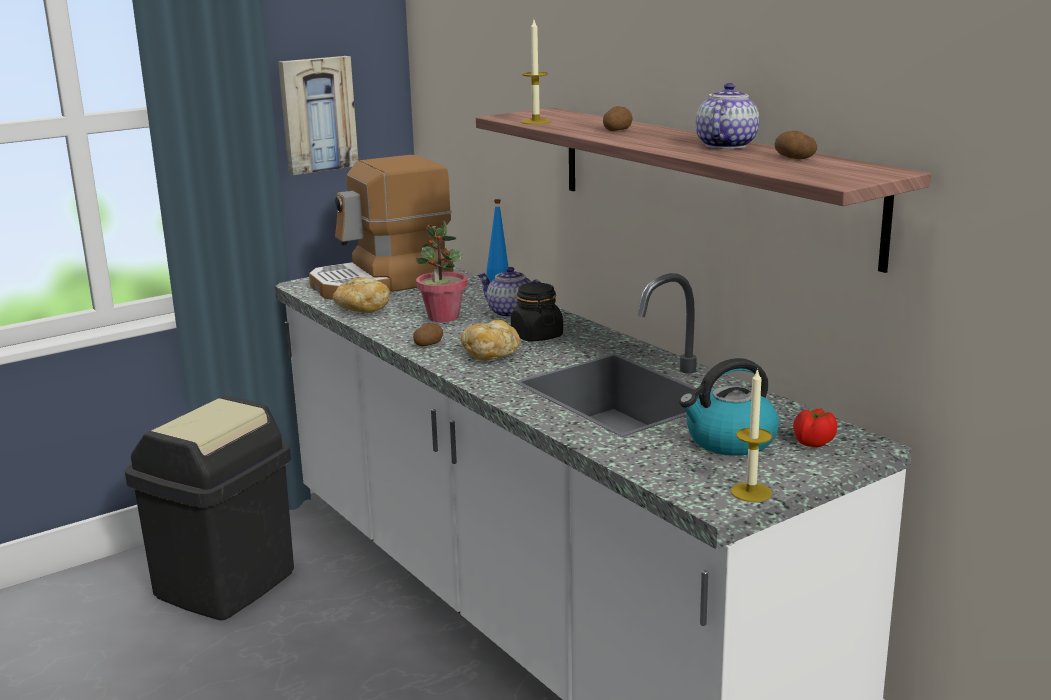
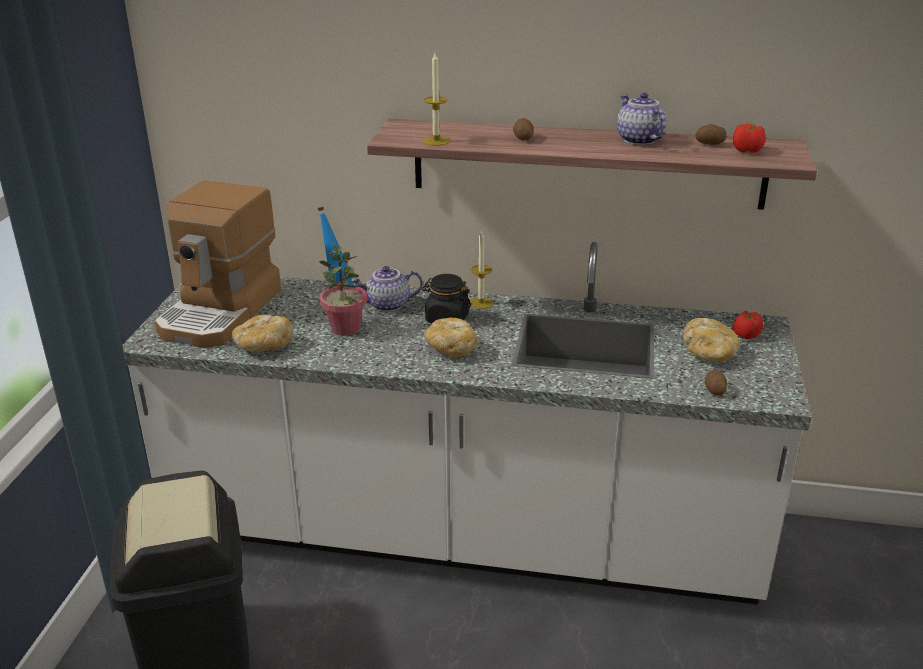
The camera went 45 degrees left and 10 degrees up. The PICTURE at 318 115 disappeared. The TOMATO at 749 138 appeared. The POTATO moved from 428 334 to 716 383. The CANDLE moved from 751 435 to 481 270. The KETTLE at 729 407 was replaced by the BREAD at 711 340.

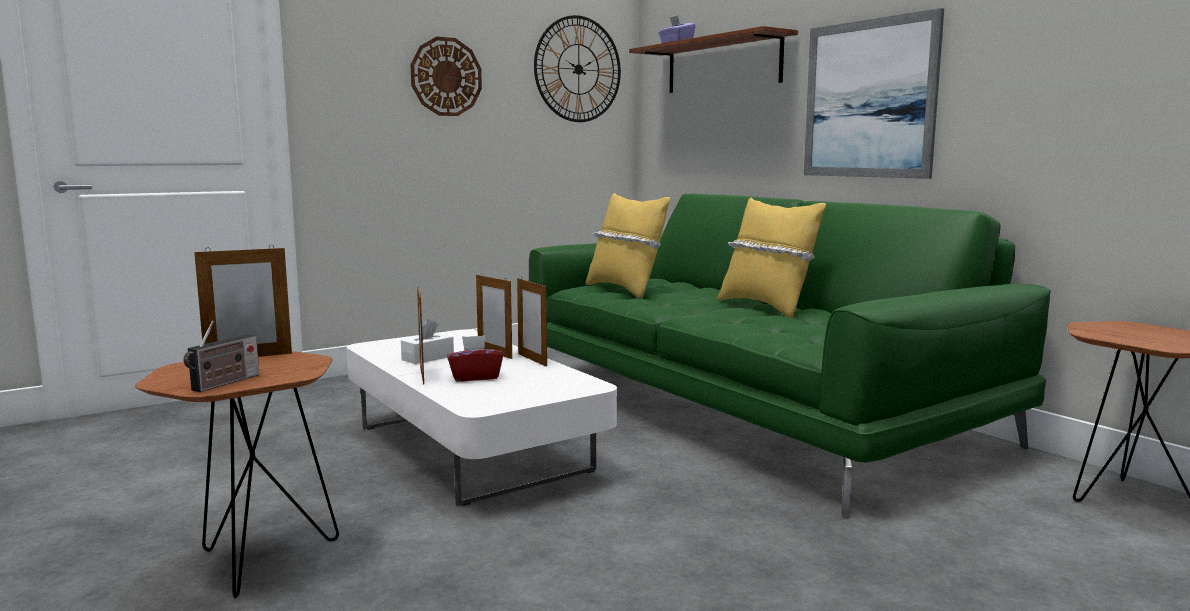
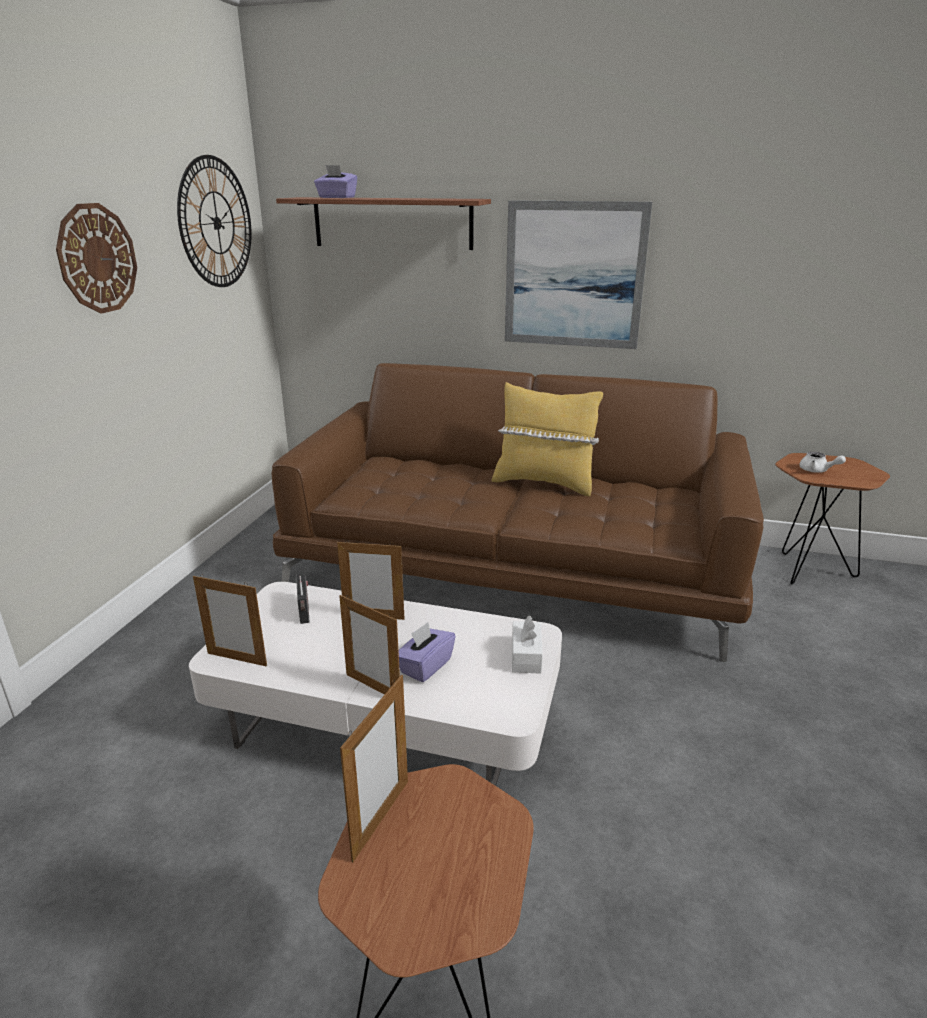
The camera went 40 degrees left and 15 degrees up. The YELLOW PILLOW at 628 246 disappeared. The WHITE TEAPOT at 822 462 appeared. The RADIO moved from 221 356 to 303 598. The WHITE TISSUE BOX moved from 427 341 to 527 644. The PICTURE FRAME moved from 532 322 to 230 620. The RED TISSUE BOX at 475 358 became the PURPLE TISSUE BOX at 426 652. The GREEN SOFA at 790 355 became the BROWN SOFA at 518 512.

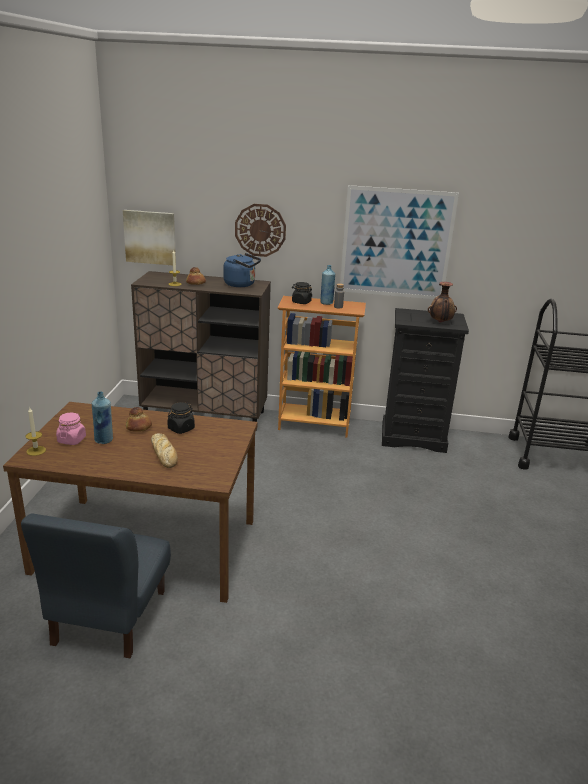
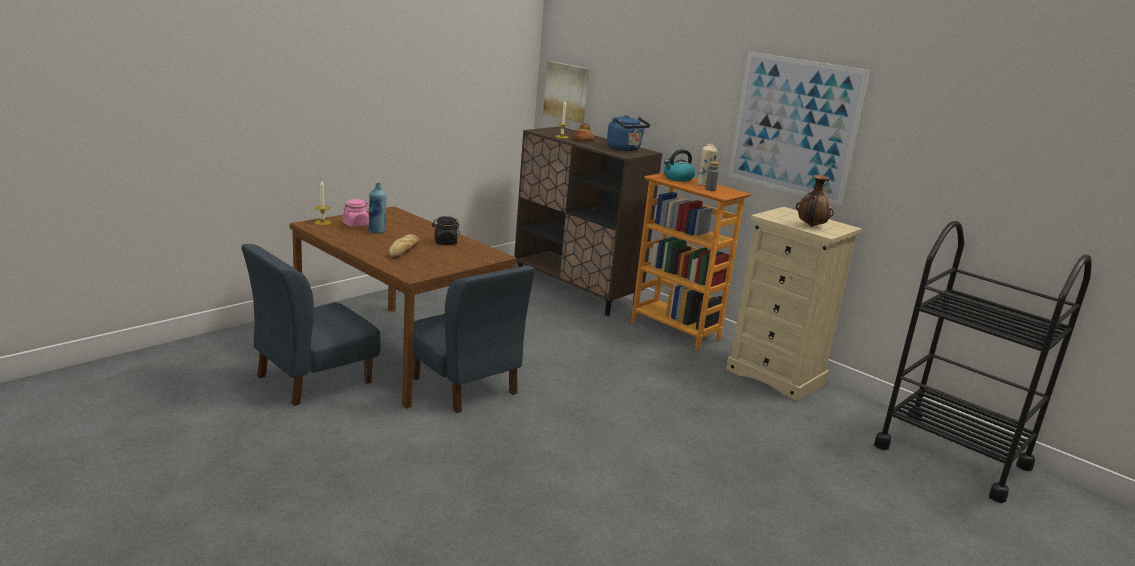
The camera went 35 degrees right and 5 degrees down. The BREAD at 139 419 disappeared. The WALL CLOCK at 260 230 disappeared. The BLUE CHAIR at 473 339 appeared. The BLACK JAR at 302 293 was replaced by the KETTLE at 679 165. The BLUE BOTTLE at 327 285 became the BEIGE BOTTLE at 707 163. The BLACK DRESSER at 425 380 became the BEIGE DRESSER at 794 304.

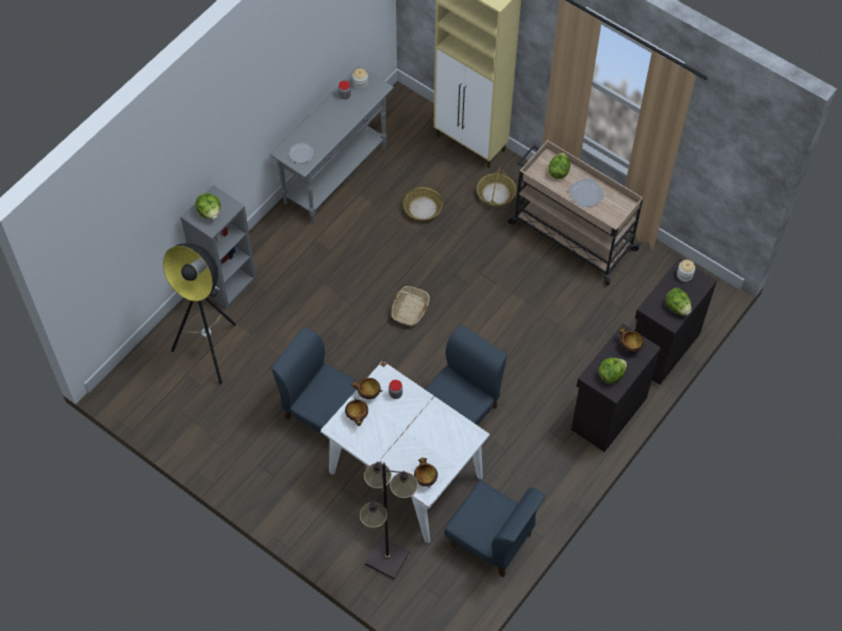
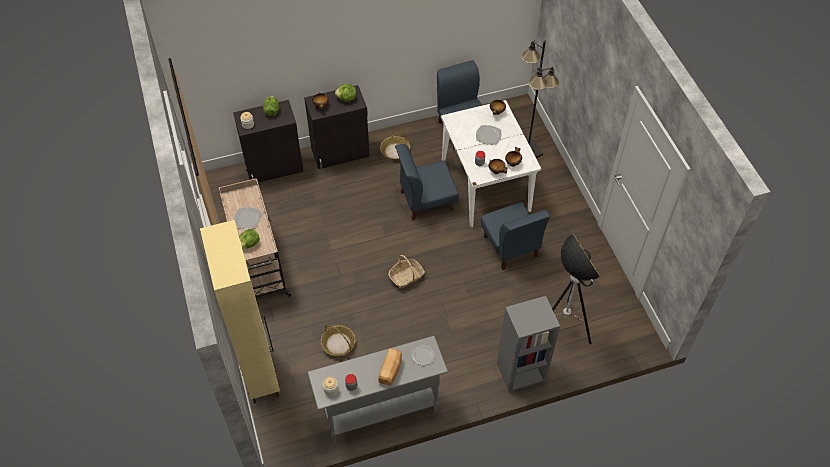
The camera went 145 degrees left and 5 degrees down. The LETTUCE at 208 206 disappeared. The BREAD at 390 367 appeared. The PLATE at 488 135 appeared. The BASKET moved from 496 186 to 395 146.

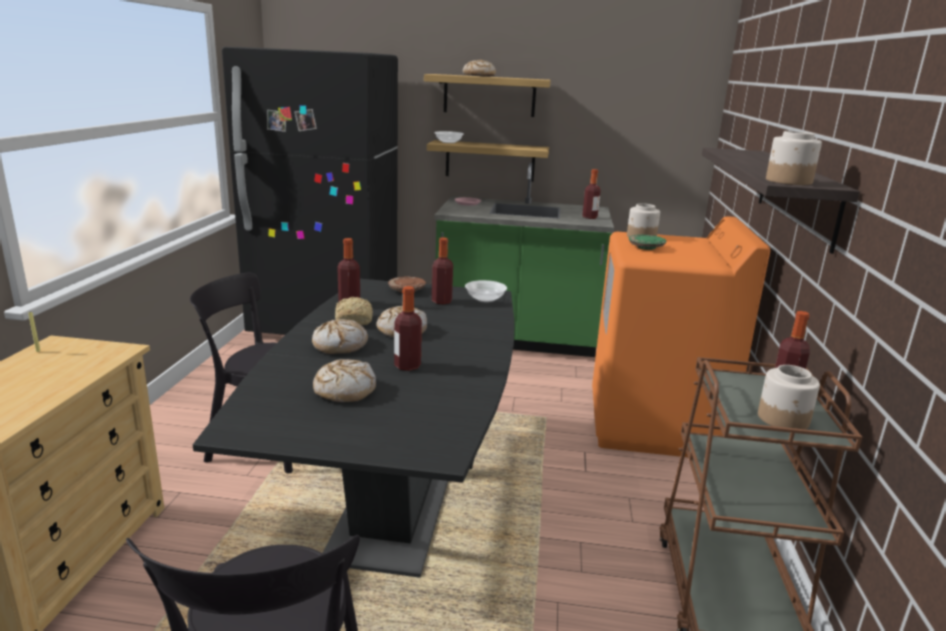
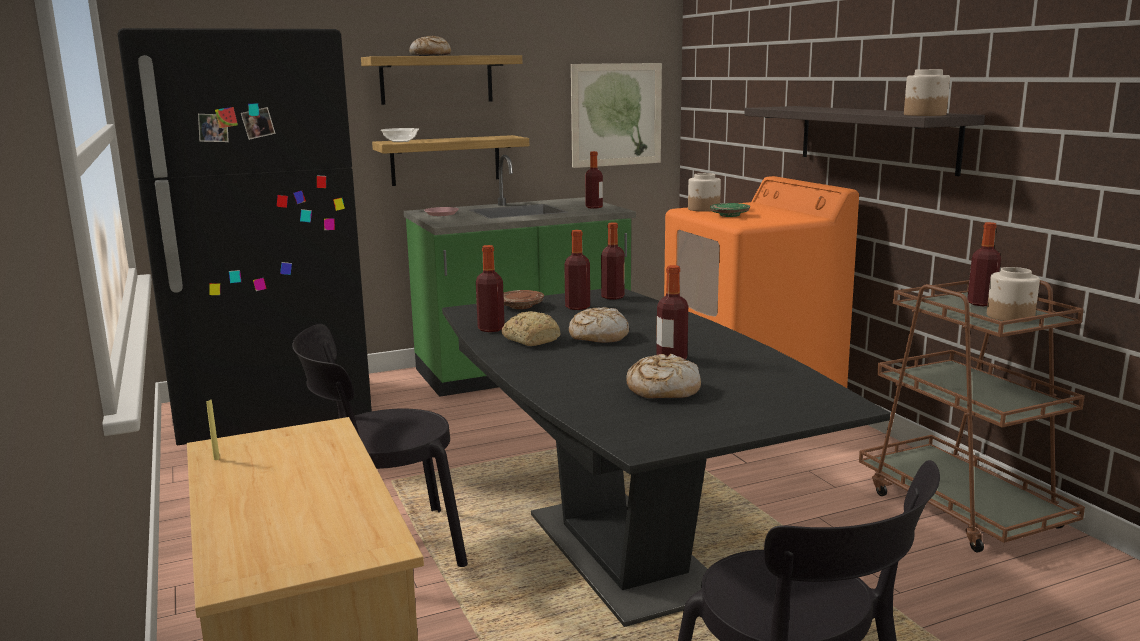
The camera went 30 degrees left and 5 degrees down. The BREAD at 340 336 disappeared. The PICTURE at 616 115 appeared. The BOWL at 486 291 was replaced by the BOTTLE at 613 261.

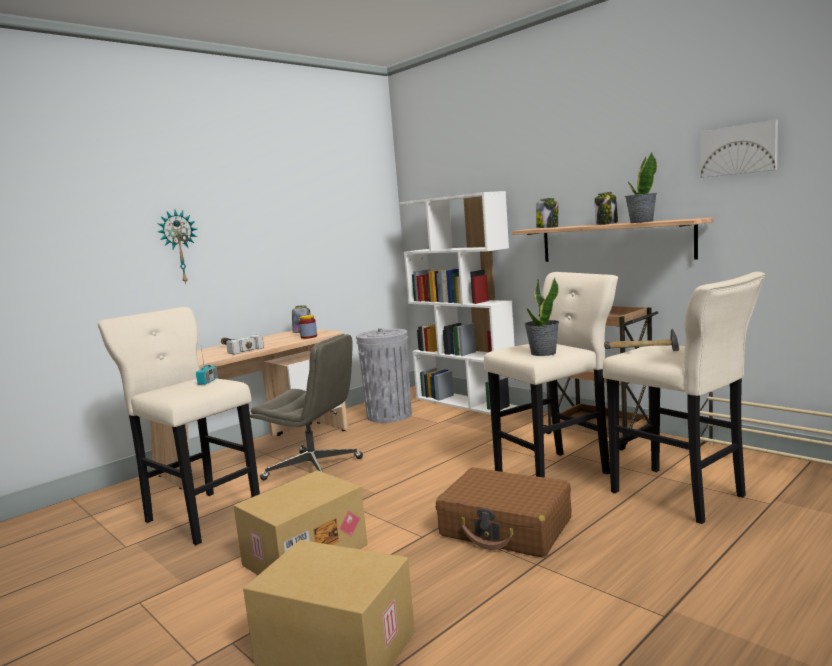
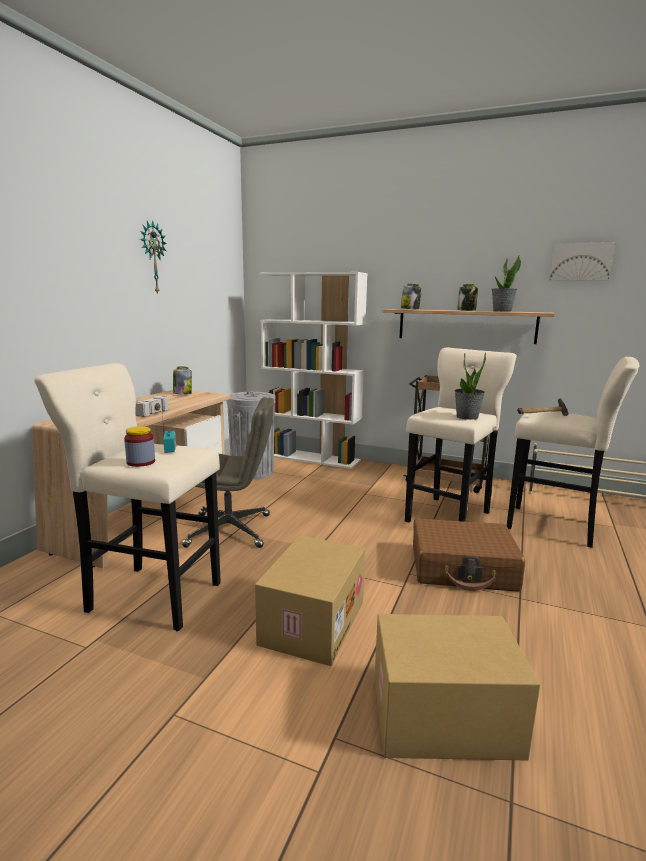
The camera went 25 degrees left and 5 degrees up. The WALL CLOCK moved from 177 247 to 153 257. The JAR moved from 308 327 to 139 446.

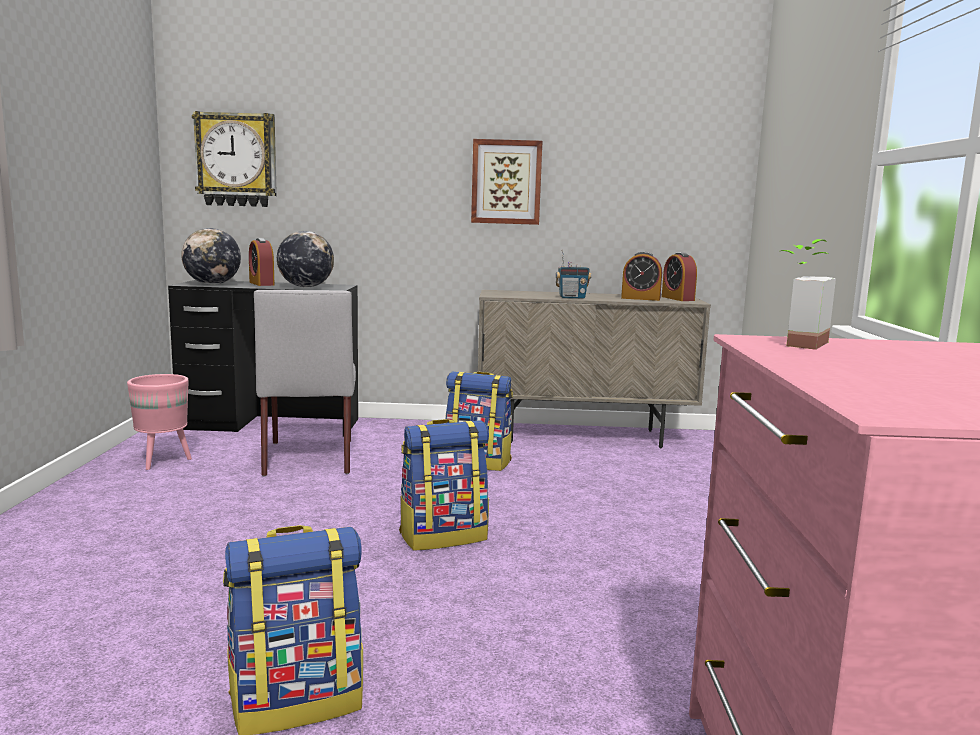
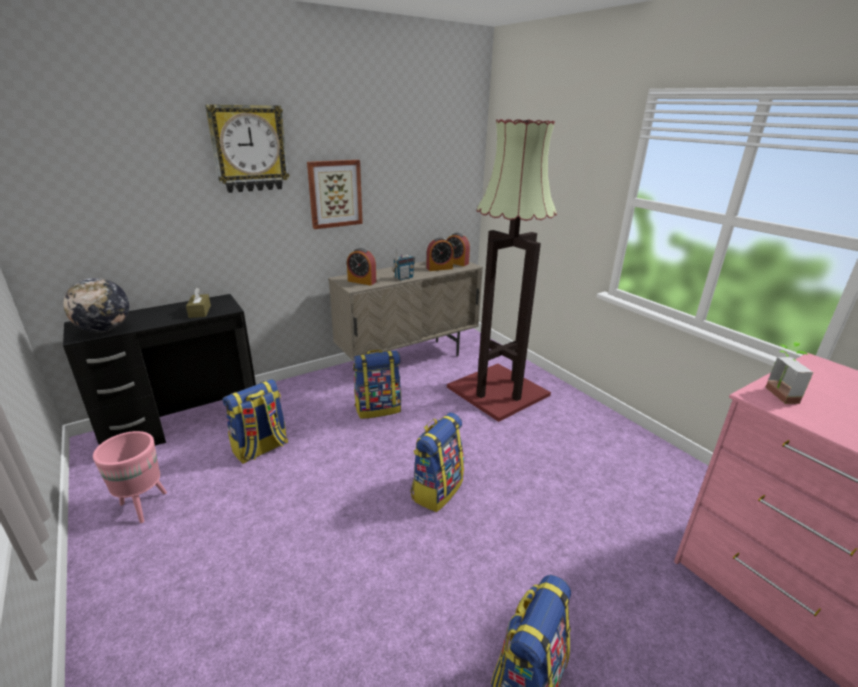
The camera went 35 degrees left and 15 degrees up. The FLOOR LAMP at 502 270 appeared. The WALL CLOCK moved from 234 159 to 247 148. The ALARM CLOCK moved from 262 262 to 361 266. The GREY CHAIR at 305 383 was replaced by the BACKPACK at 255 421. The GLOBE at 305 259 was replaced by the BROWN TISSUE BOX at 198 303.

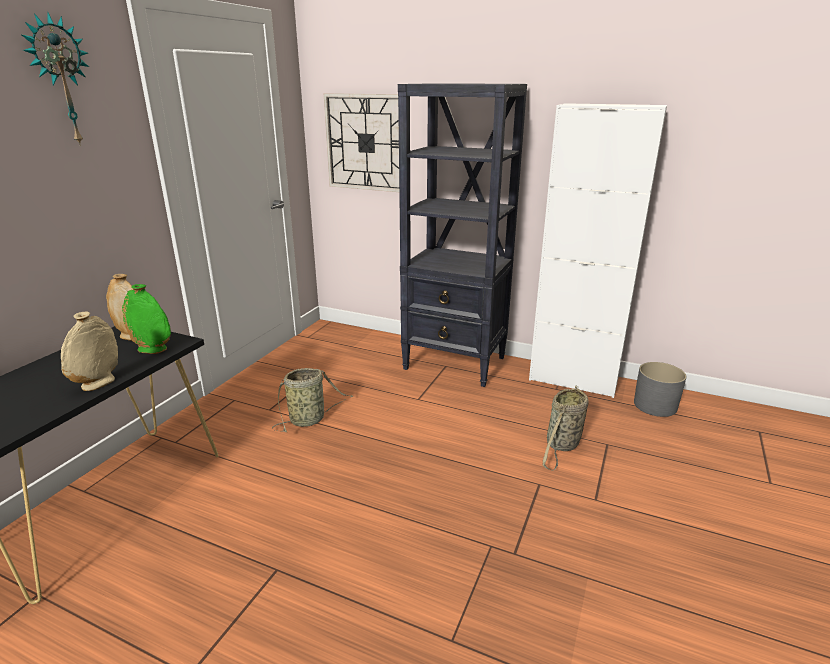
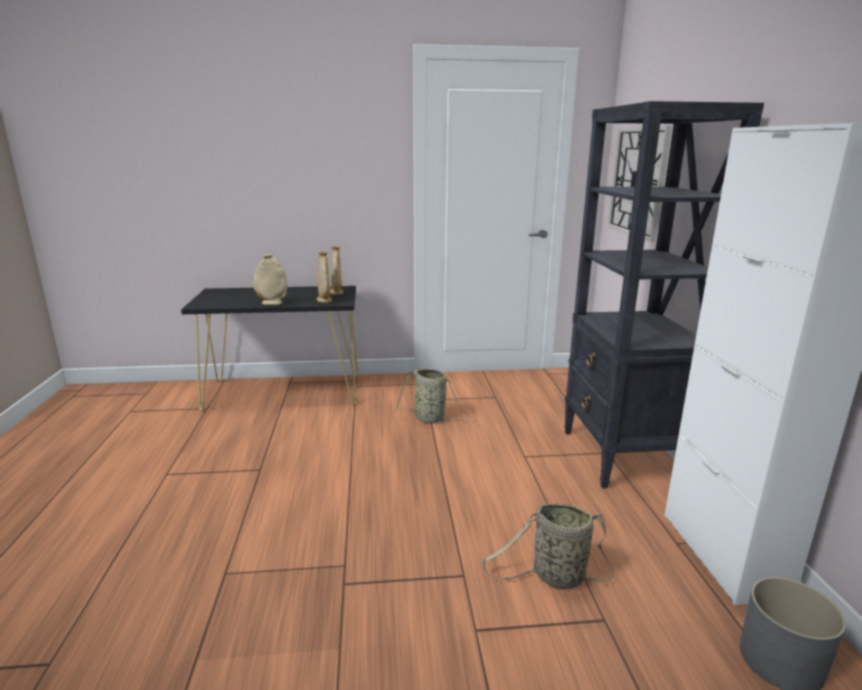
The camera went 60 degrees right and 5 degrees down. The WALL CLOCK at 55 79 disappeared. The GREEN VASE at 146 319 became the BEIGE VASE at 324 277.

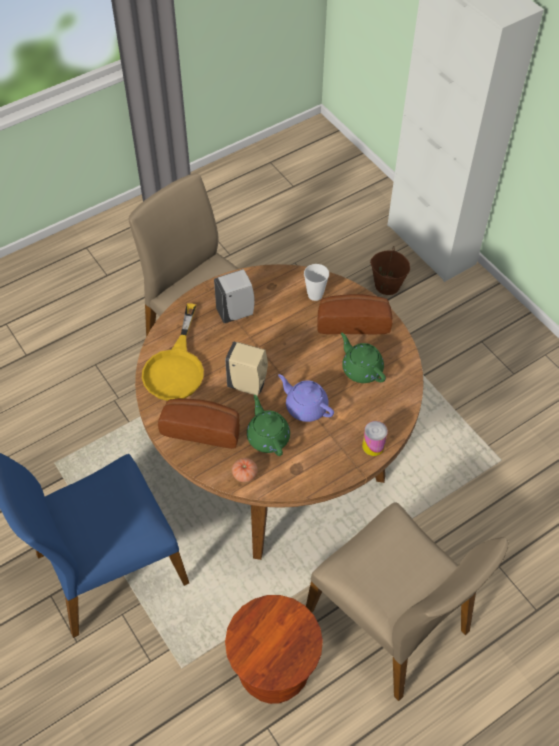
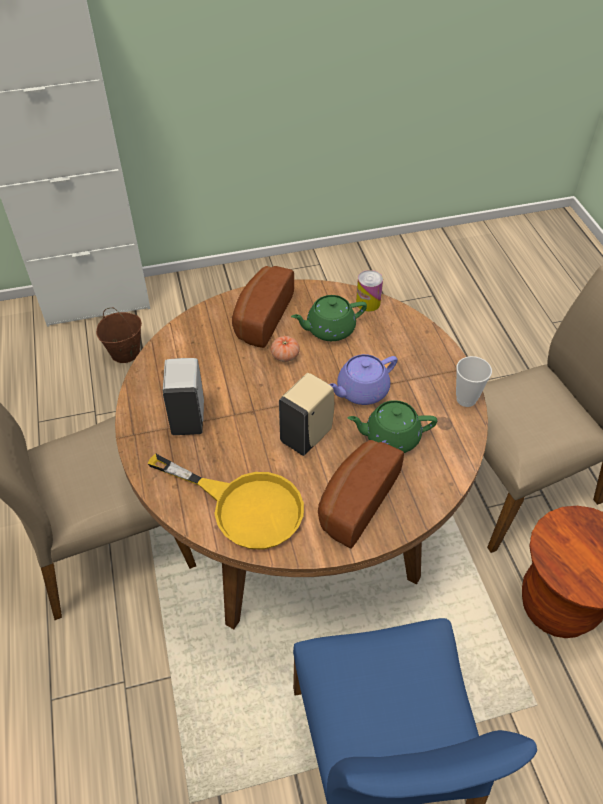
The camera went 70 degrees left and 5 degrees down. The TOMATO moved from 244 470 to 285 349. The CUP moved from 316 282 to 474 381. The CAN moved from 375 438 to 369 291.

